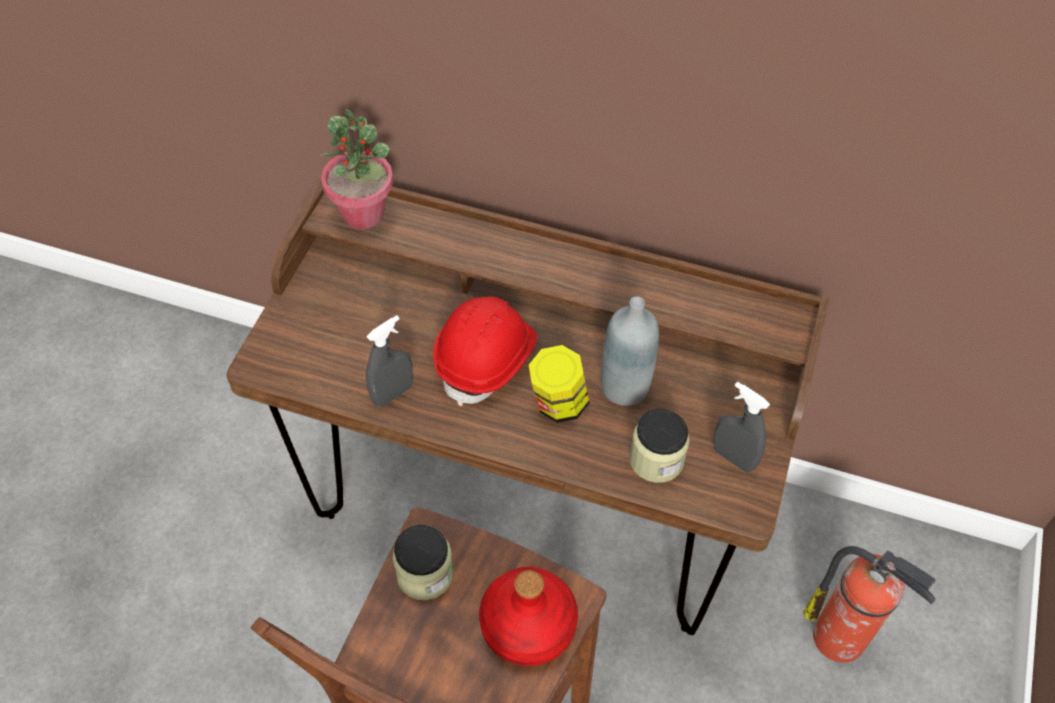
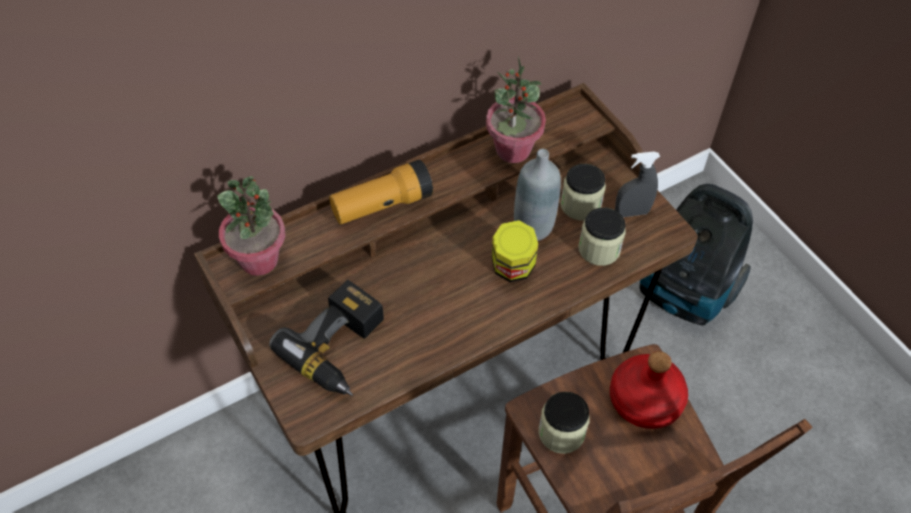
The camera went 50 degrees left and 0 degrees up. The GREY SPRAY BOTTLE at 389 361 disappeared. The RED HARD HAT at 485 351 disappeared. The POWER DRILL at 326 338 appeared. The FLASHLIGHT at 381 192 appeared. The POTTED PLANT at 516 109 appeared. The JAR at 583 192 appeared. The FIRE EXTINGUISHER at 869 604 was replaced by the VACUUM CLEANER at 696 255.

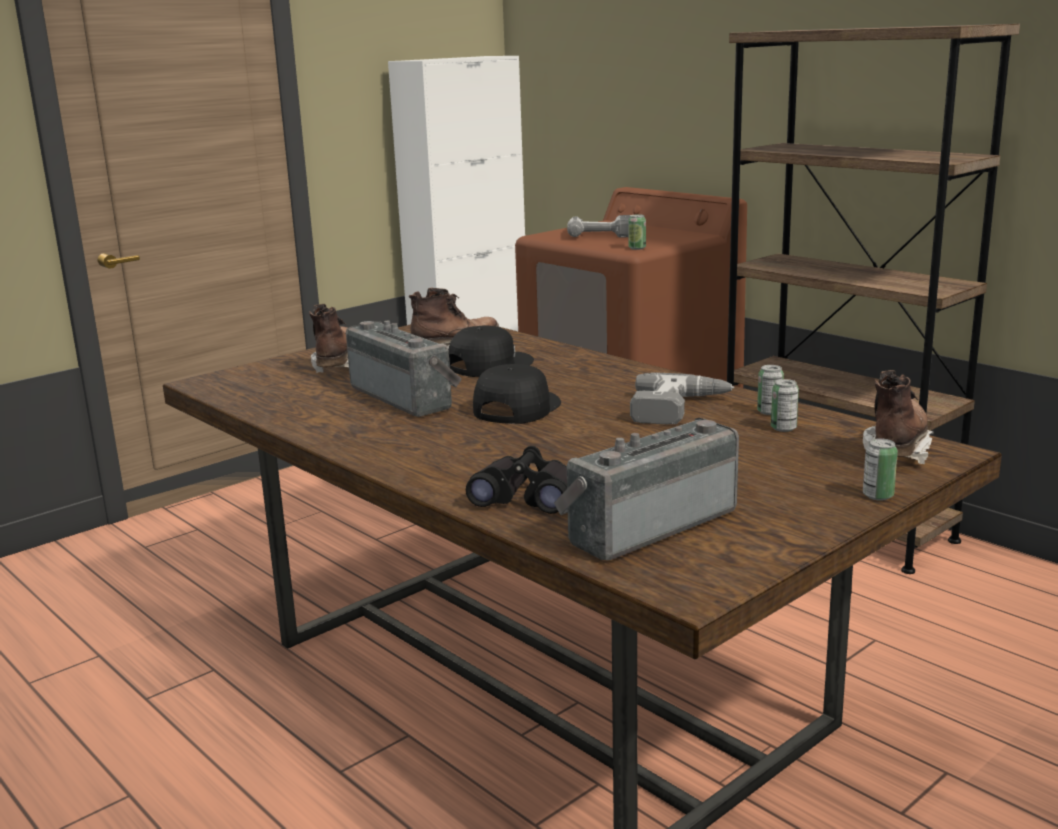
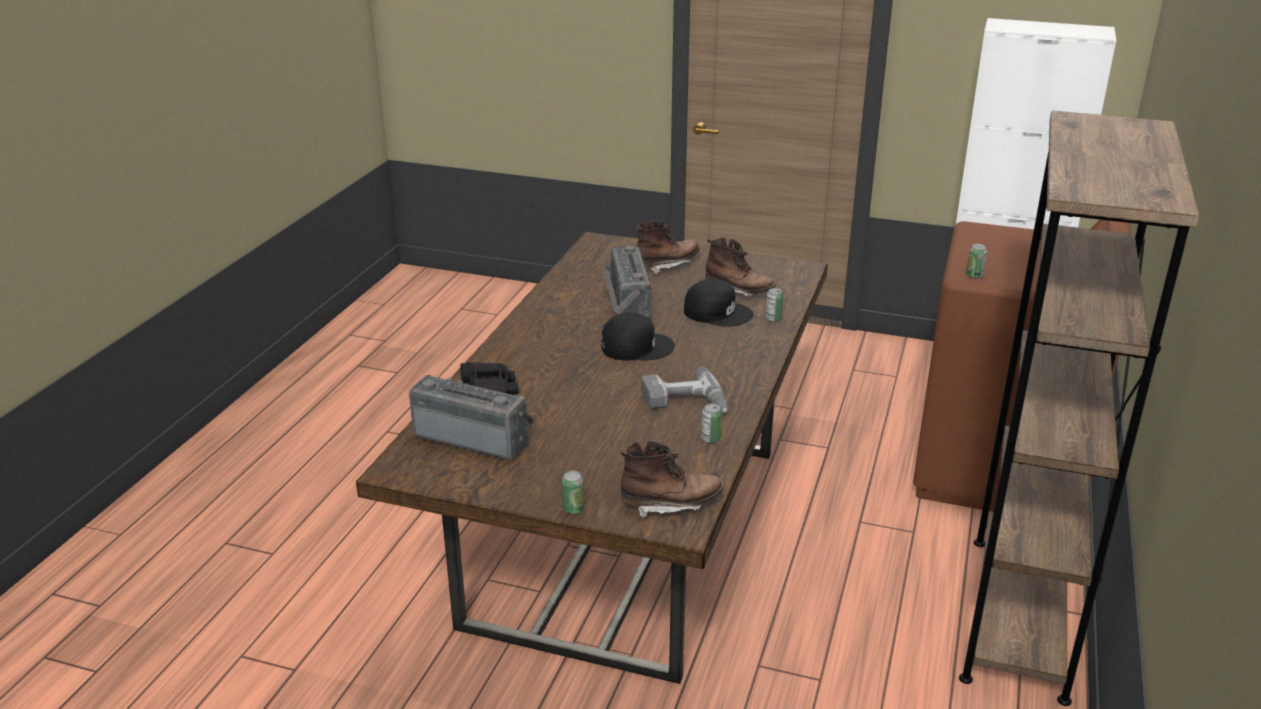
The camera went 60 degrees right and 10 degrees up. The POWER DRILL at 598 226 disappeared. The CAN moved from 785 405 to 774 305. The RADIO at 404 369 turned 150 degrees clockwise.

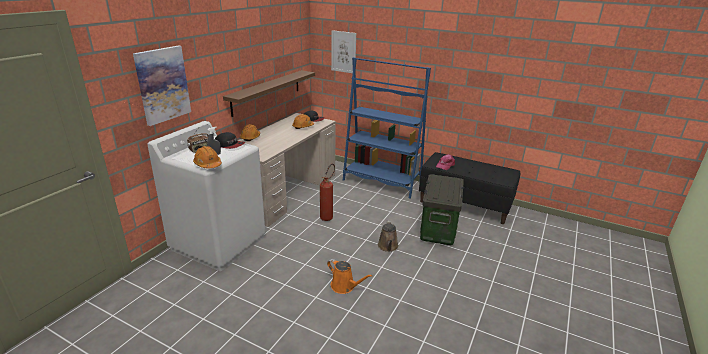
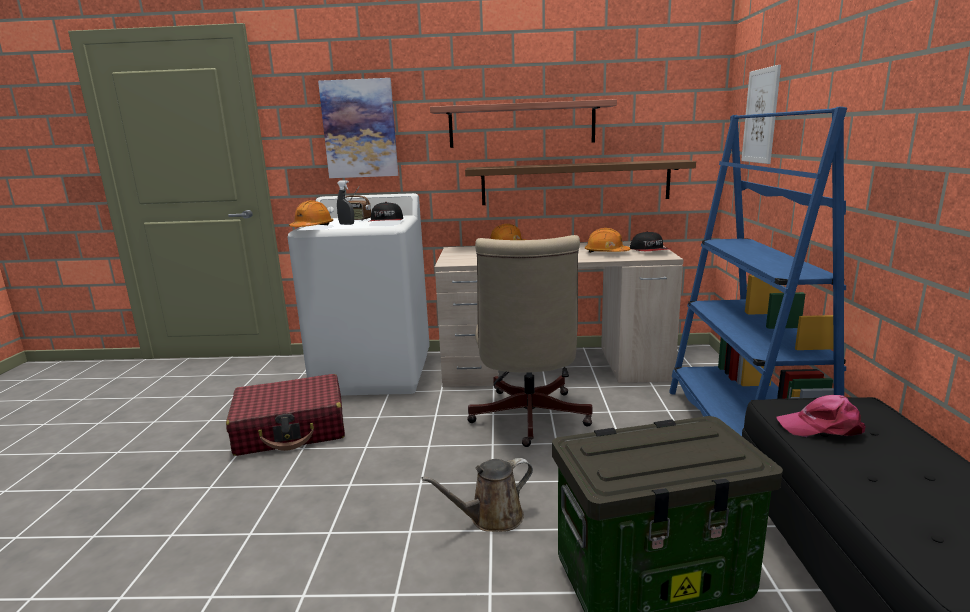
The camera went 65 degrees right and 10 degrees down. The ORANGE WATERING CAN at 350 276 disappeared. The RED SUITCASE at 285 415 appeared. The SHELF at 523 123 appeared. The FIRE EXTINGUISHER at 327 192 was replaced by the BEIGE OFFICE CHAIR at 530 341.

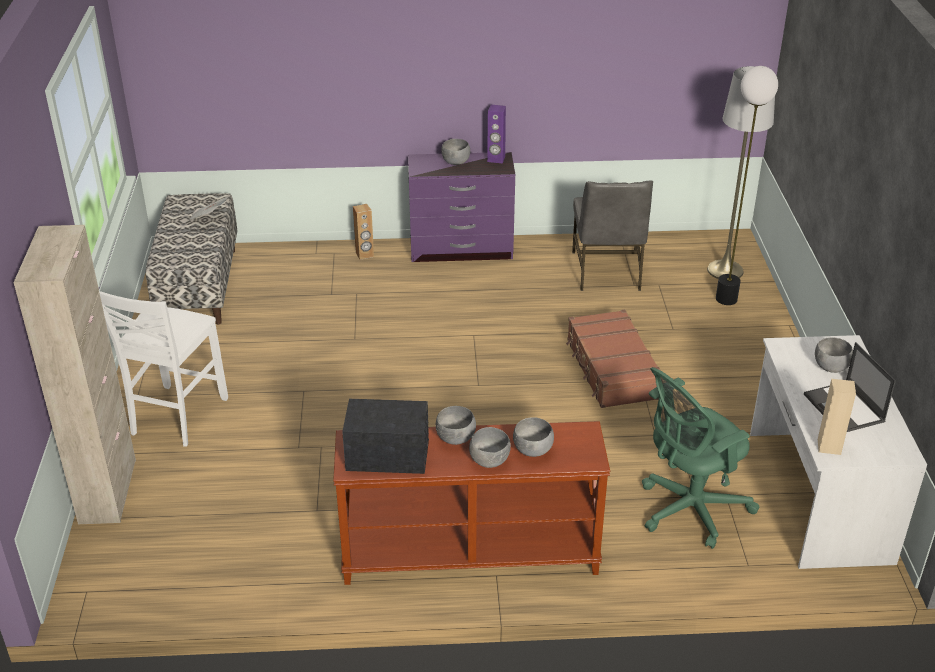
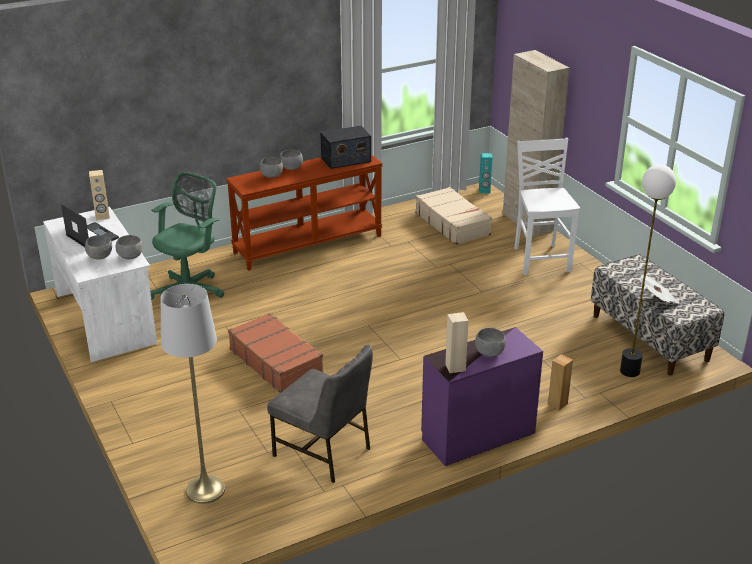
The camera went 155 degrees right and 5 degrees down. The BEIGE SUITCASE at 454 216 appeared. The TURQUOISE SPEAKER at 486 173 appeared. The GREY BOWL moved from 456 425 to 129 247. The FLOOR LAMP moved from 747 185 to 648 270. The PURPLE SPEAKER at 496 134 became the BEIGE SPEAKER at 457 342. The GREY CHAIR at 612 235 turned 150 degrees clockwise.

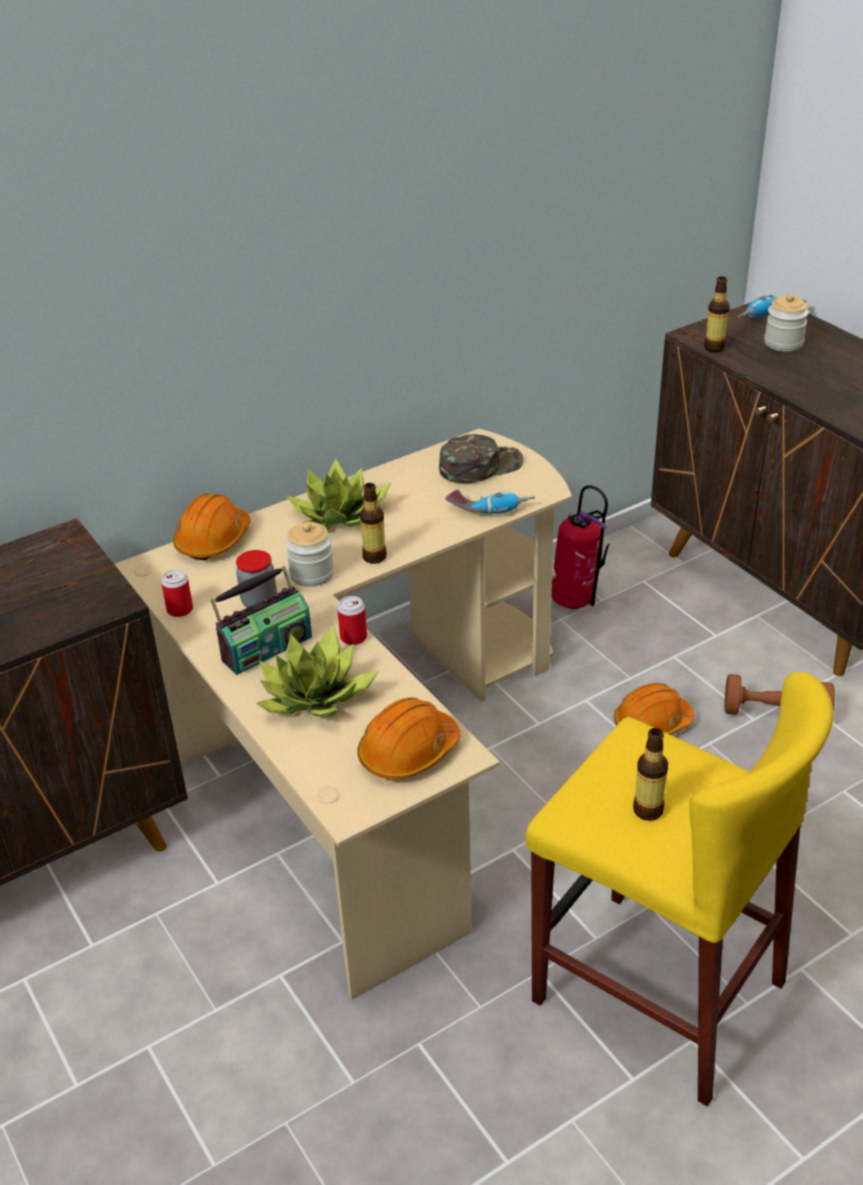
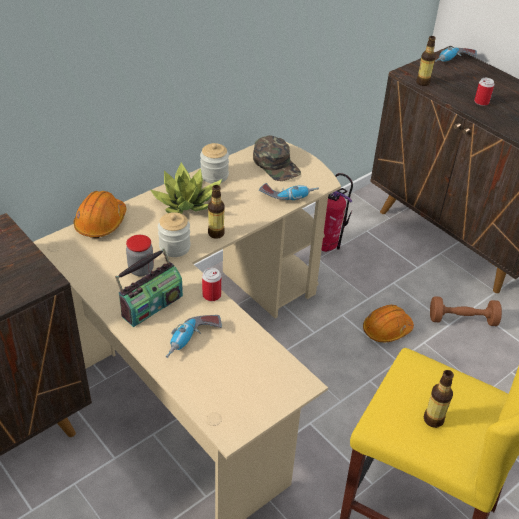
The camera went 10 degrees left and 5 degrees up. The ORANGE HARD HAT at 408 739 disappeared. The CAN moved from 177 593 to 484 92. The JAR moved from 786 323 to 214 163. The POTTED PLANT at 317 671 was replaced by the POWER DRILL at 194 336. The GREEN CAP at 481 458 turned 90 degrees clockwise.

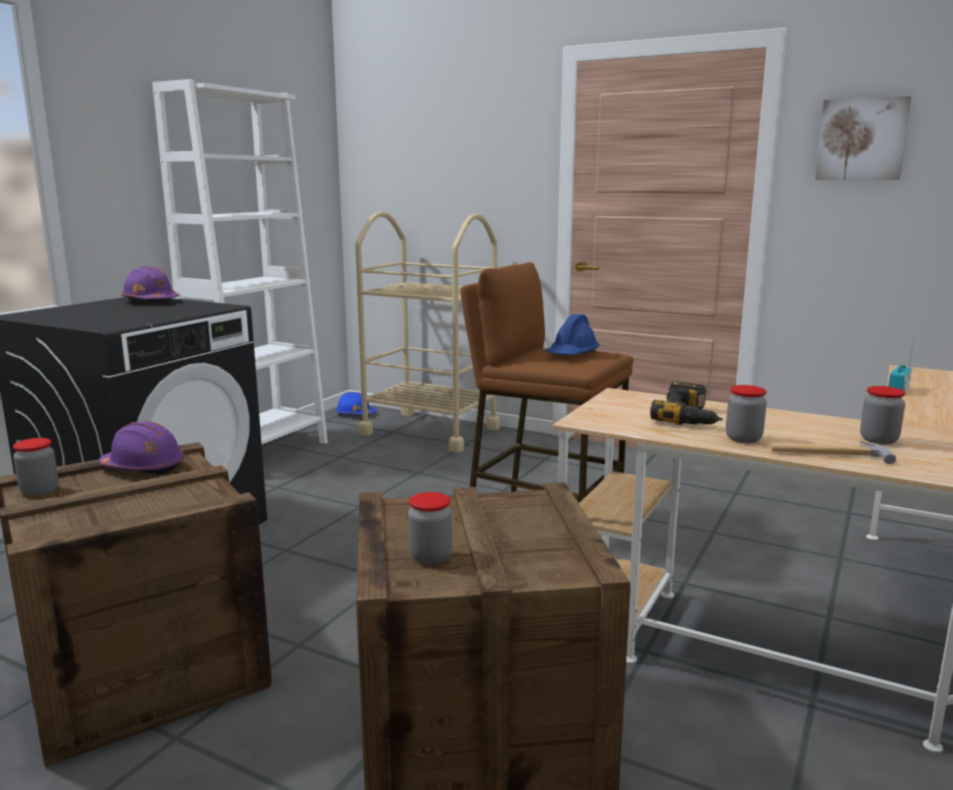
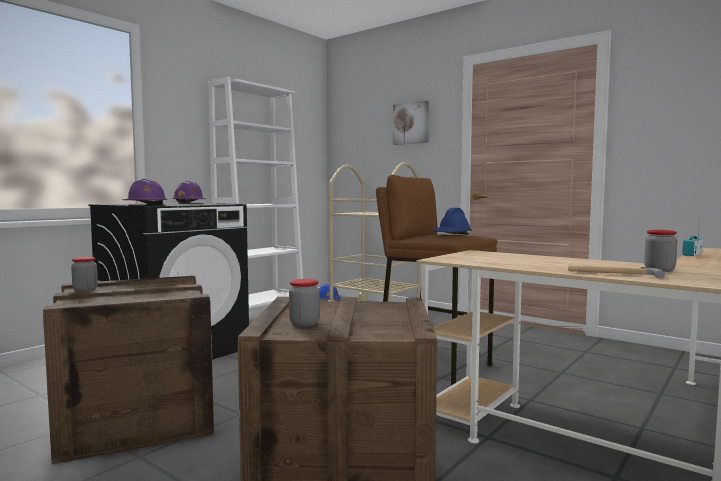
The camera went 10 degrees right and 10 degrees down. The POWER DRILL at 686 403 disappeared. The JAR at 746 414 disappeared. The PURPLE HARD HAT moved from 142 448 to 144 192. The PICTURE moved from 863 138 to 411 123.

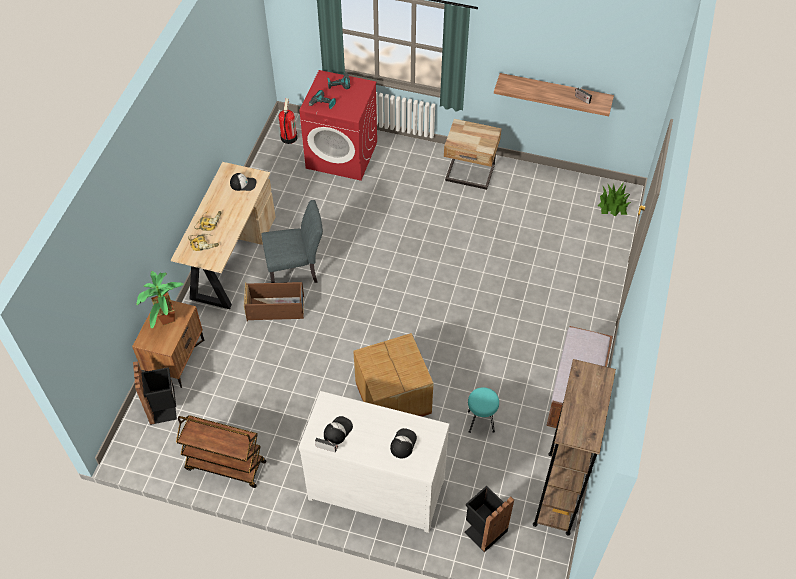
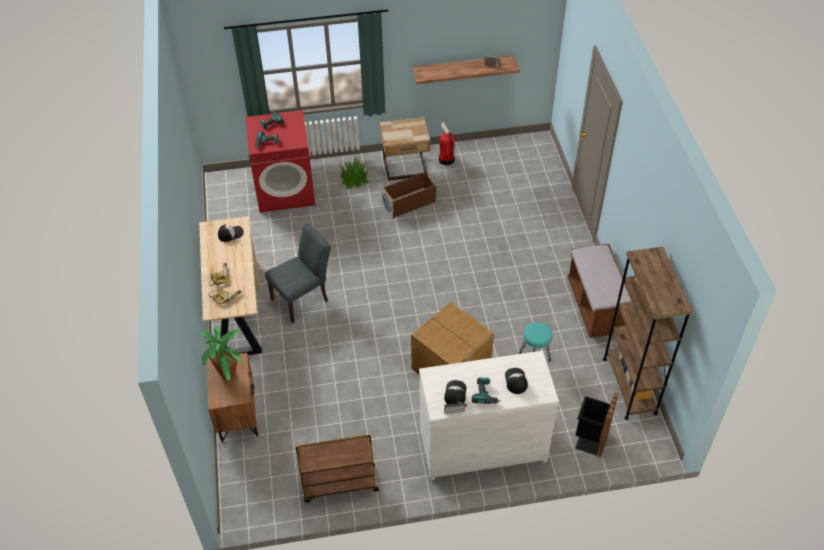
The camera went 25 degrees left and 5 degrees down. The BLACK TRASH CAN at 155 393 disappeared. The POWER DRILL at 486 390 appeared. The BROWN STORAGE BOX moved from 274 301 to 408 195. The FIRE EXTINGUISHER moved from 288 121 to 447 143. The POTTED PLANT moved from 614 199 to 354 173.

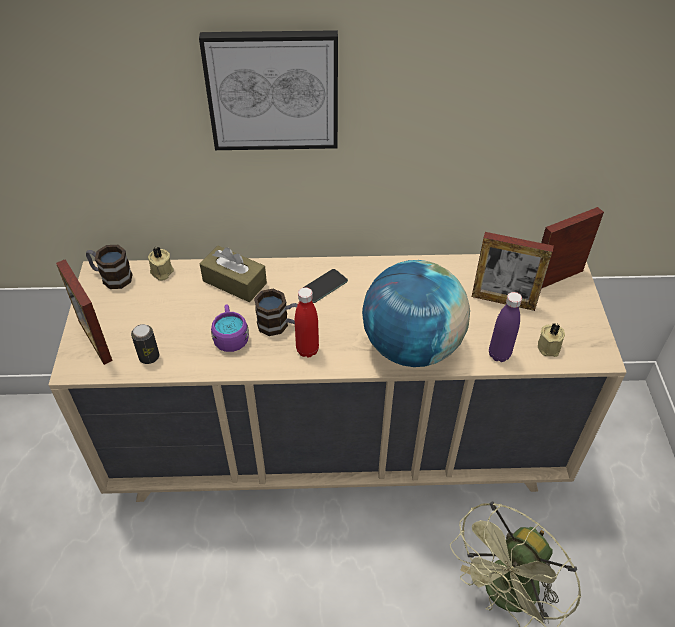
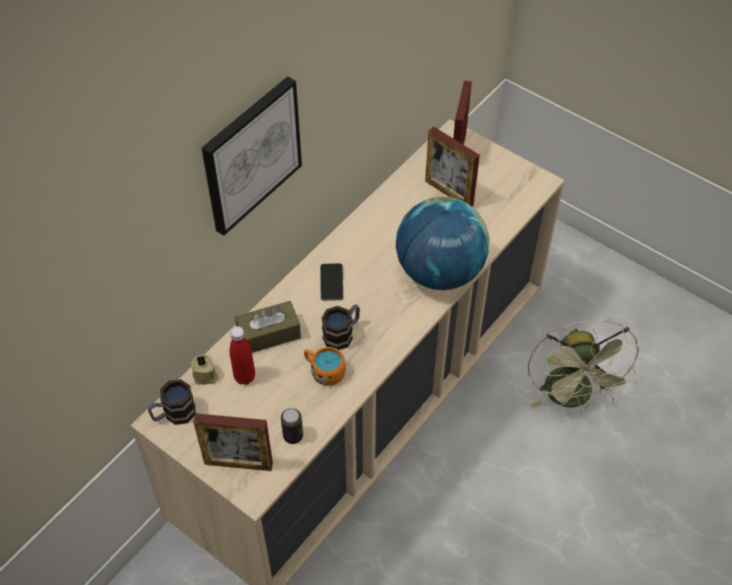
The camera went 50 degrees left and 5 degrees up. The PURPLE BOTTLE at 505 327 disappeared. The BEIGE CANDLE at 551 340 disappeared. The RED BOTTLE moved from 307 322 to 242 355. The PURPLE MUG at 230 328 became the ORANGE MUG at 325 366. The PICTURE FRAME at 513 271 turned 75 degrees clockwise.

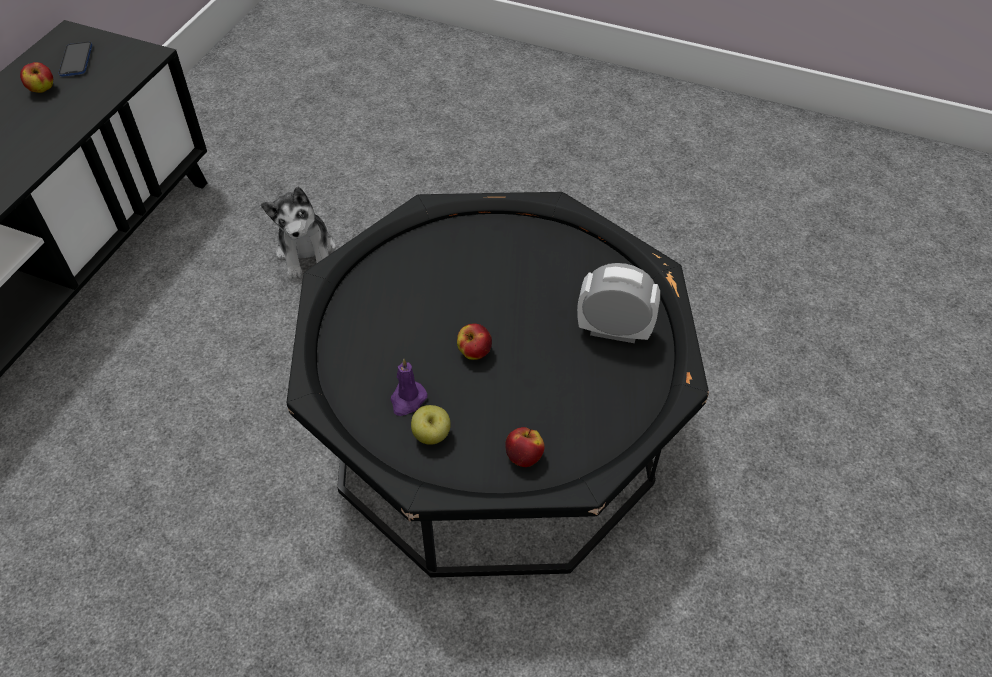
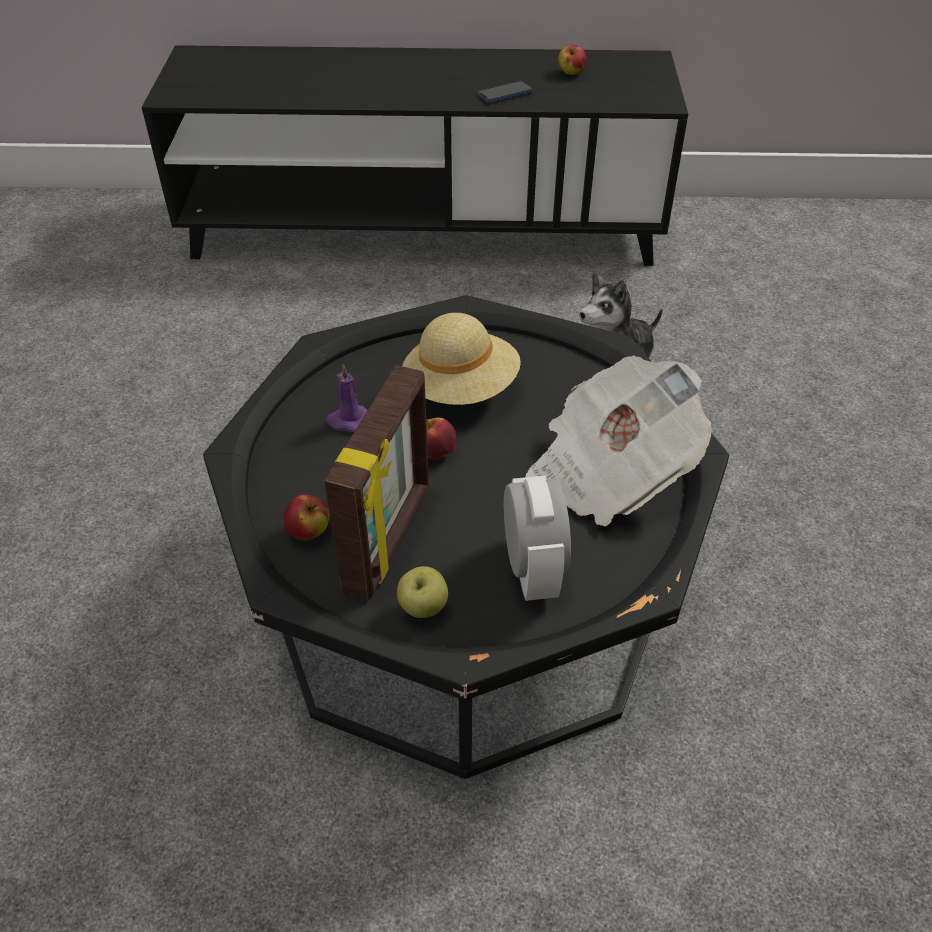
The camera went 70 degrees right and 5 degrees down. The PICTURE FRAME at 376 482 appeared. The BEIGE HAT at 461 359 appeared. The NEWSPAPER at 618 440 appeared. The PHONE moved from 75 59 to 505 91. The APPLE moved from 431 425 to 422 592.

